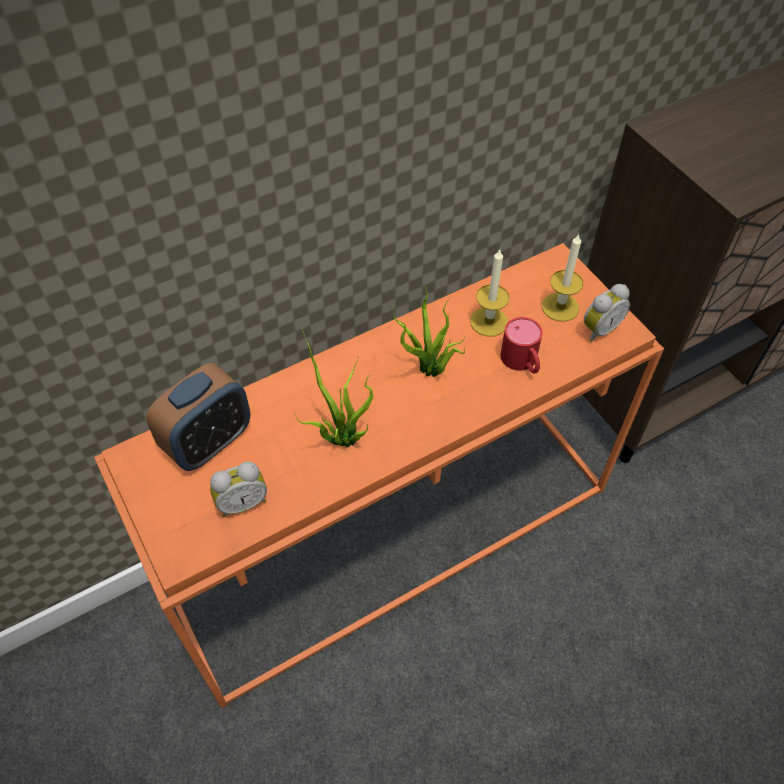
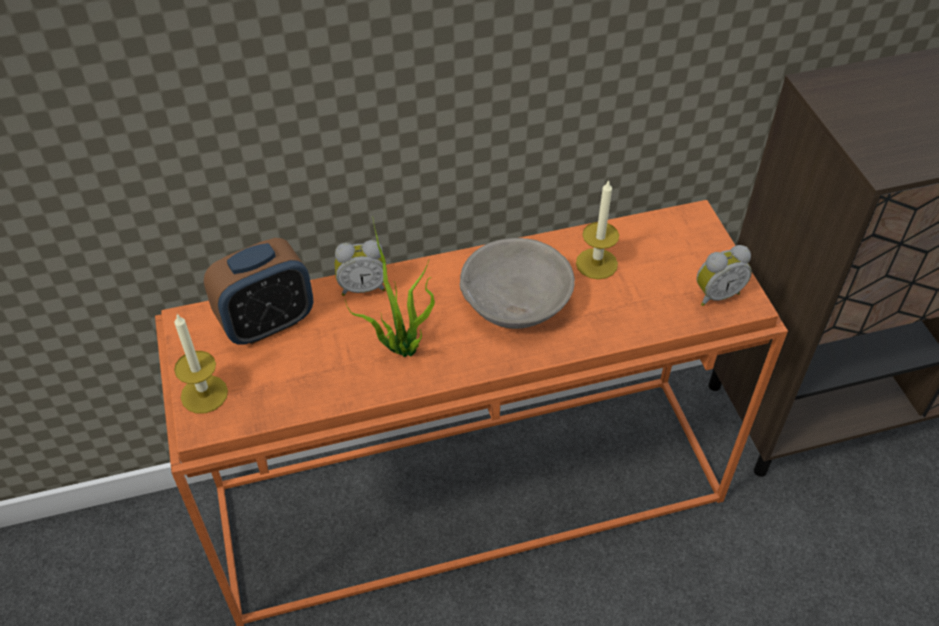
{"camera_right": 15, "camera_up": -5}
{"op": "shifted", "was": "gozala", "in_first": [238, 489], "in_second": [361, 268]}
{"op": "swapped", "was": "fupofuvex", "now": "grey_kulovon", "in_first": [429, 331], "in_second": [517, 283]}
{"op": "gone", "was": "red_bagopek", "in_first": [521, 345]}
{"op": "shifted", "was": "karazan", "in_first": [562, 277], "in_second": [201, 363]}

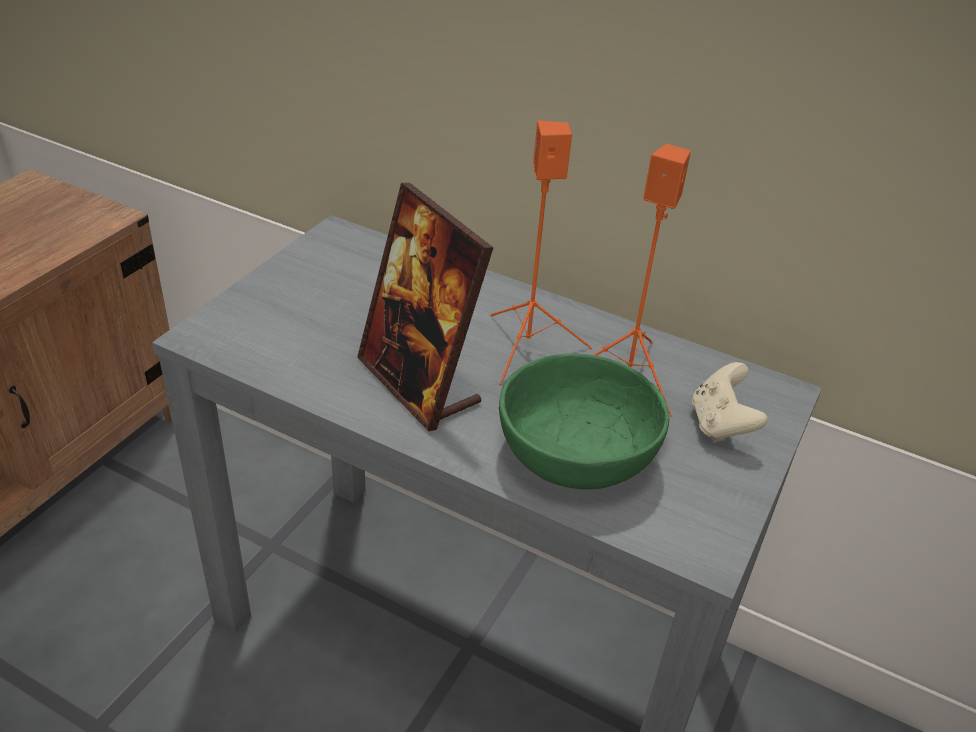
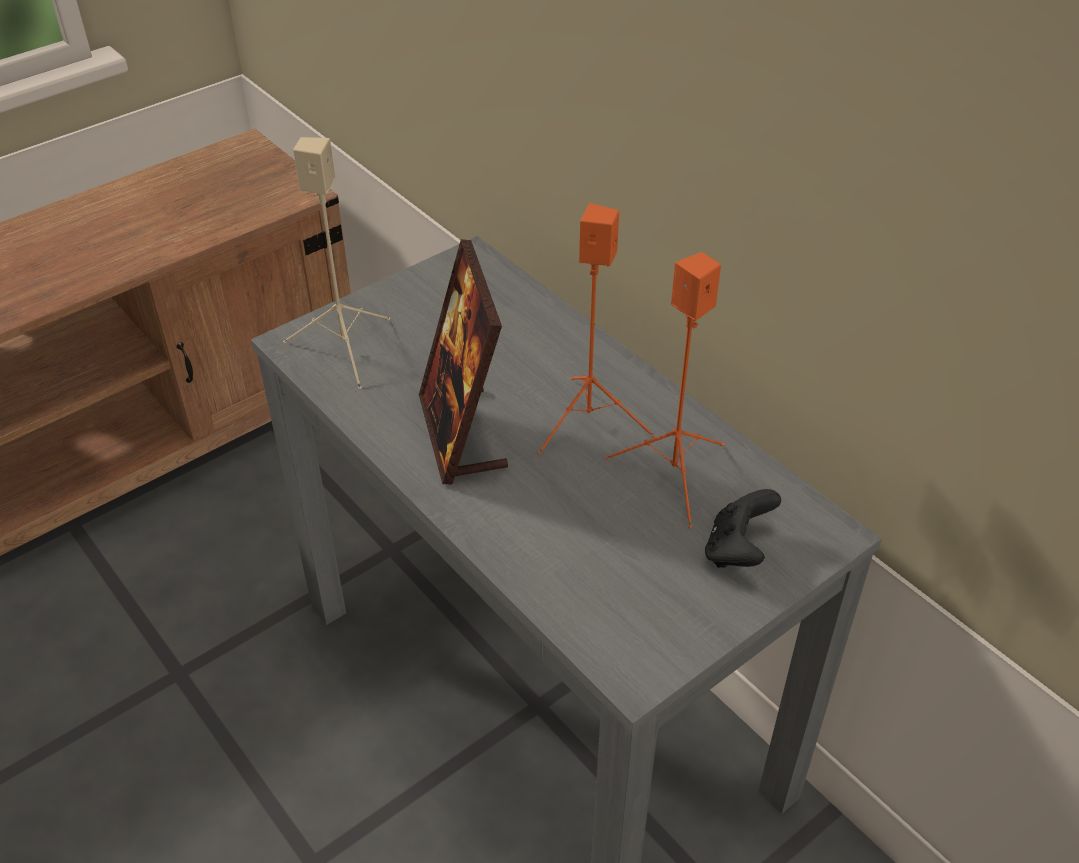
{"camera_right": 25, "camera_up": 5}
{"op": "gone", "was": "green_kulovon", "in_first": [584, 421]}
{"op": "repainted", "was": "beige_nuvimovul", "now": "black_nuvimovul", "in_first": [730, 402], "in_second": [743, 528]}
{"op": "new", "now": "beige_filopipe", "in_second": [336, 263]}

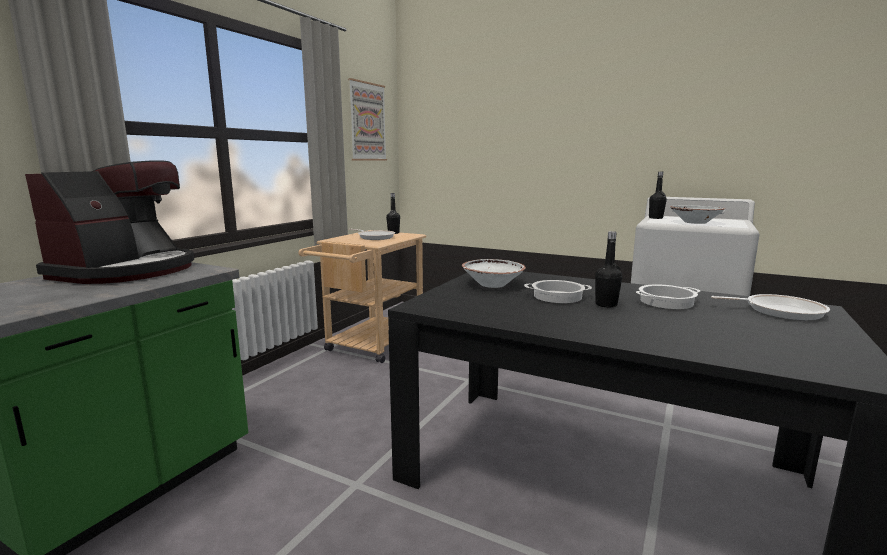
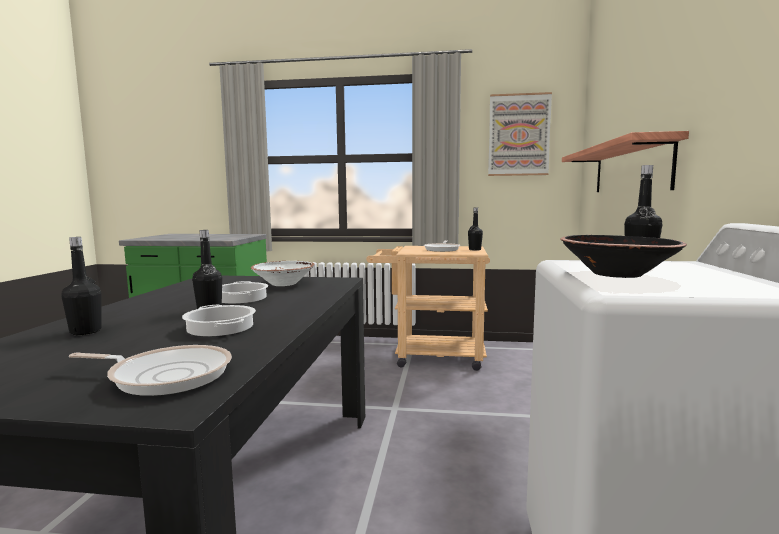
{"camera_right": 70, "camera_up": -5}
{"op": "gone", "was": "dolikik", "in_first": [109, 222]}
{"op": "repainted", "was": "white_kulovon", "now": "black_kulovon", "in_first": [697, 214], "in_second": [623, 256]}
{"op": "rotated", "was": "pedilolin", "in_first": [770, 307], "in_second": [150, 370], "clockwise": -75}
{"op": "new", "now": "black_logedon", "in_second": [81, 286]}
{"op": "new", "now": "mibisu", "in_second": [625, 161]}

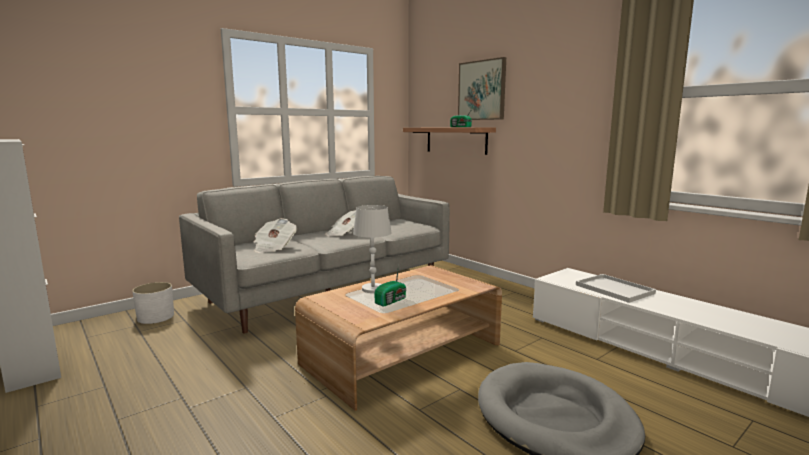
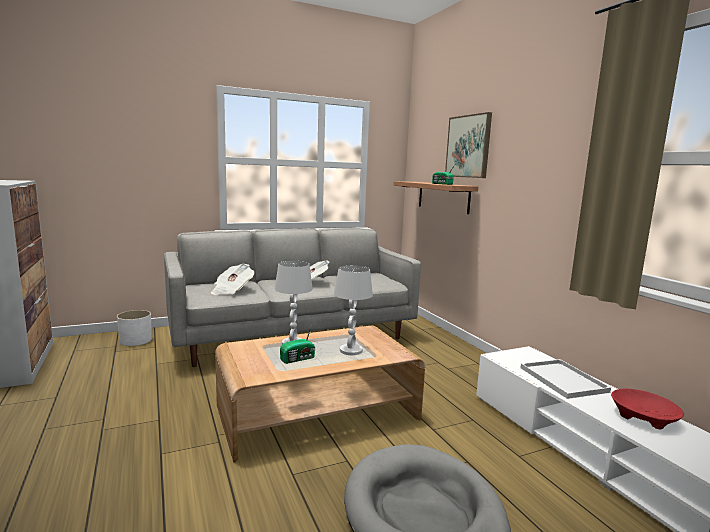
{"camera_right": 15, "camera_up": 0}
{"op": "new", "now": "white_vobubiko", "in_second": [353, 310]}
{"op": "new", "now": "red_kulovon", "in_second": [647, 409]}

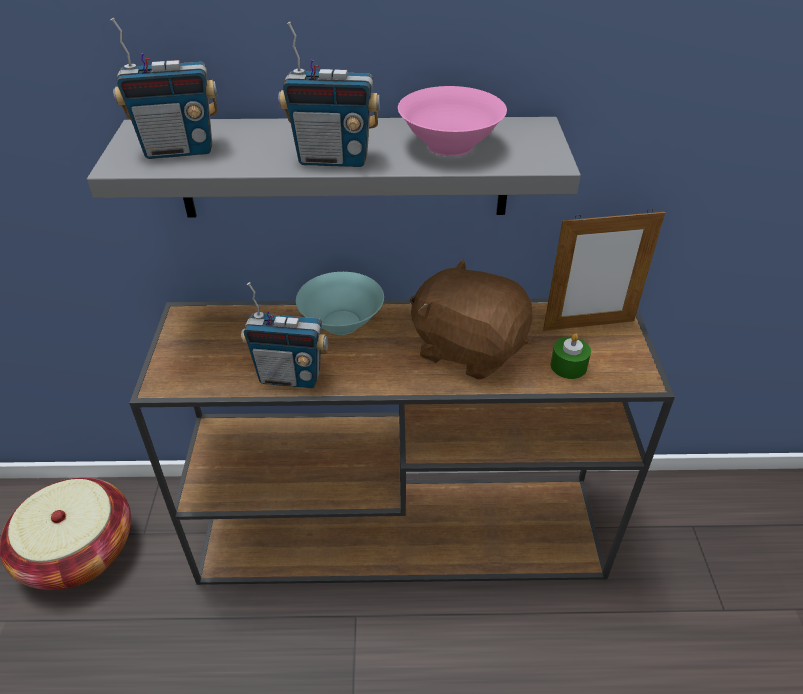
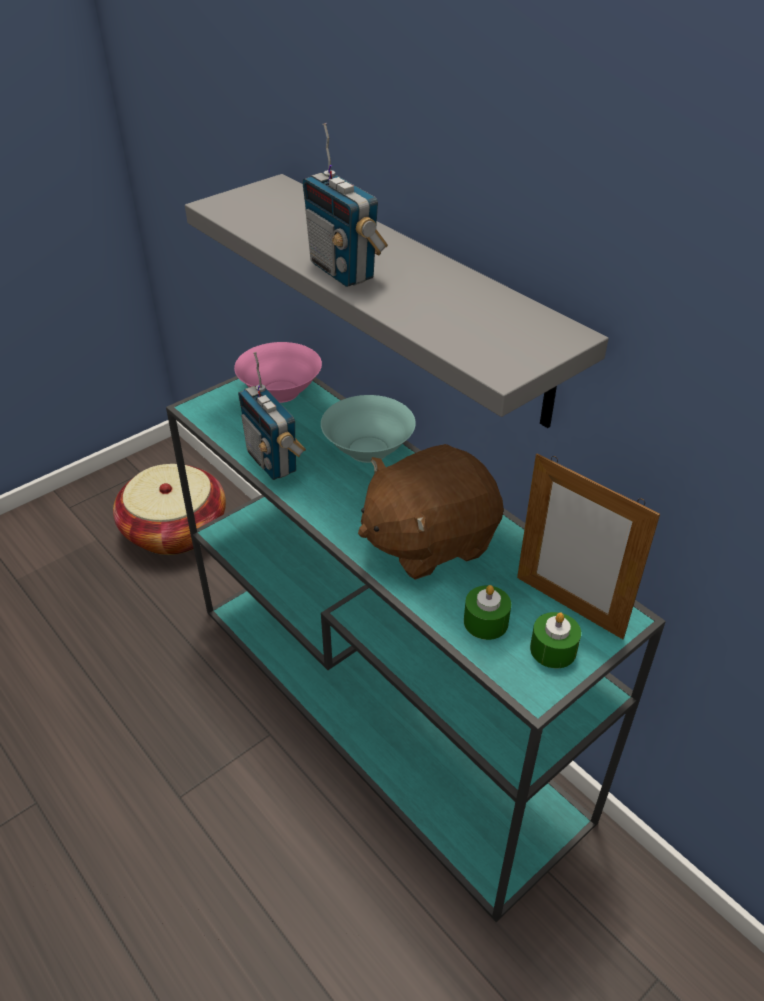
{"camera_right": 50, "camera_up": 0}
{"op": "gone", "was": "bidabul", "in_first": [164, 88]}
{"op": "repainted", "was": "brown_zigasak", "now": "turquoise_zigasak", "in_first": [402, 441], "in_second": [416, 649]}
{"op": "shifted", "was": "pink_kulovon", "in_first": [452, 121], "in_second": [278, 372]}
{"op": "rotated", "was": "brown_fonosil", "in_first": [471, 319], "in_second": [431, 512], "clockwise": -105}
{"op": "new", "now": "green_karazan", "in_second": [555, 640]}

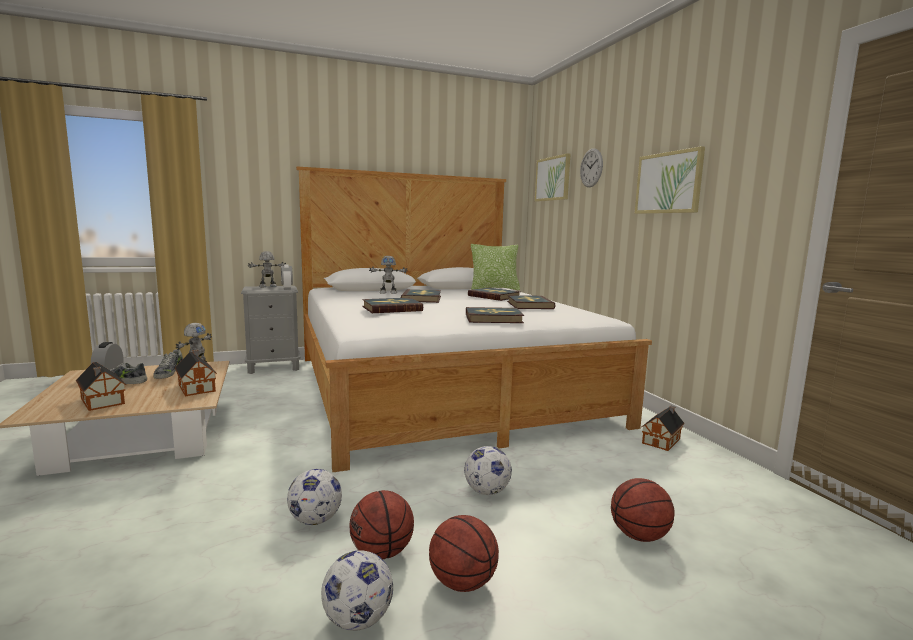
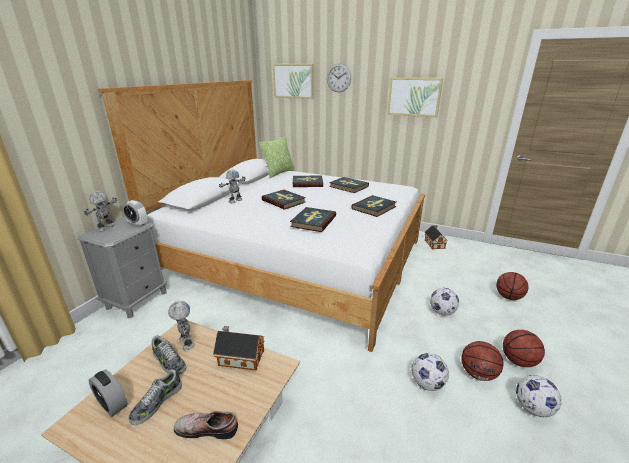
{"camera_right": -45, "camera_up": 15}
{"op": "swapped", "was": "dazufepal", "now": "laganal", "in_first": [101, 386], "in_second": [206, 425]}

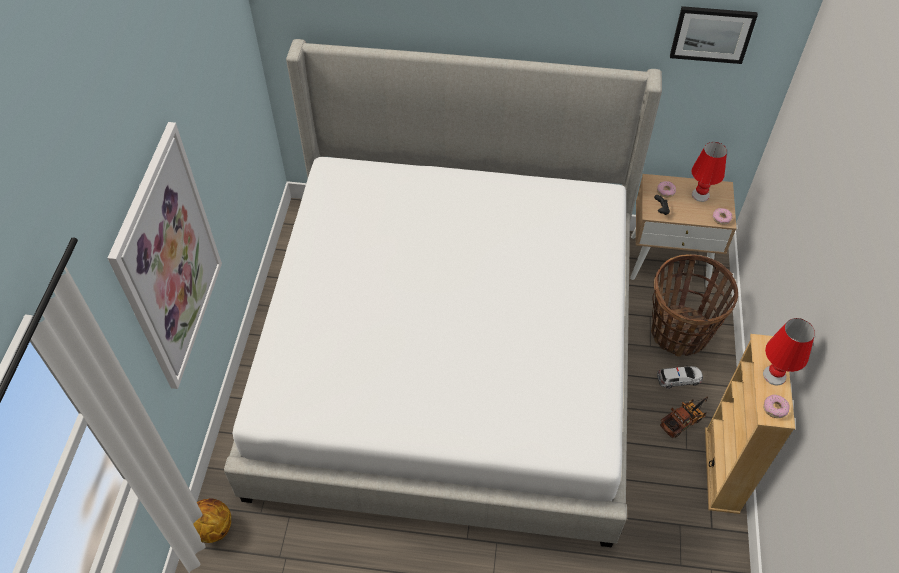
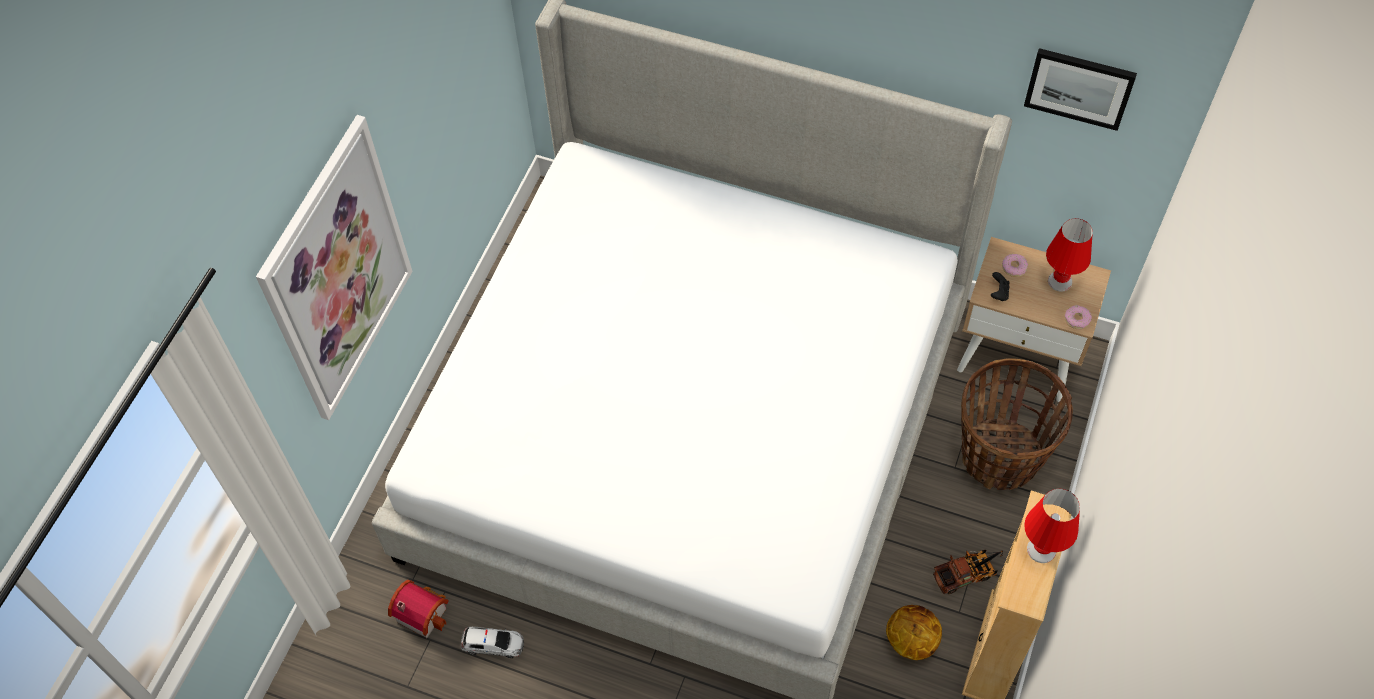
{"camera_right": 15, "camera_up": 5}
{"op": "shifted", "was": "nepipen", "in_first": [212, 520], "in_second": [914, 632]}
{"op": "shifted", "was": "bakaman", "in_first": [680, 377], "in_second": [492, 642]}
{"op": "gone", "was": "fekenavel", "in_first": [776, 406]}
{"op": "new", "now": "dazufepal", "in_second": [418, 609]}

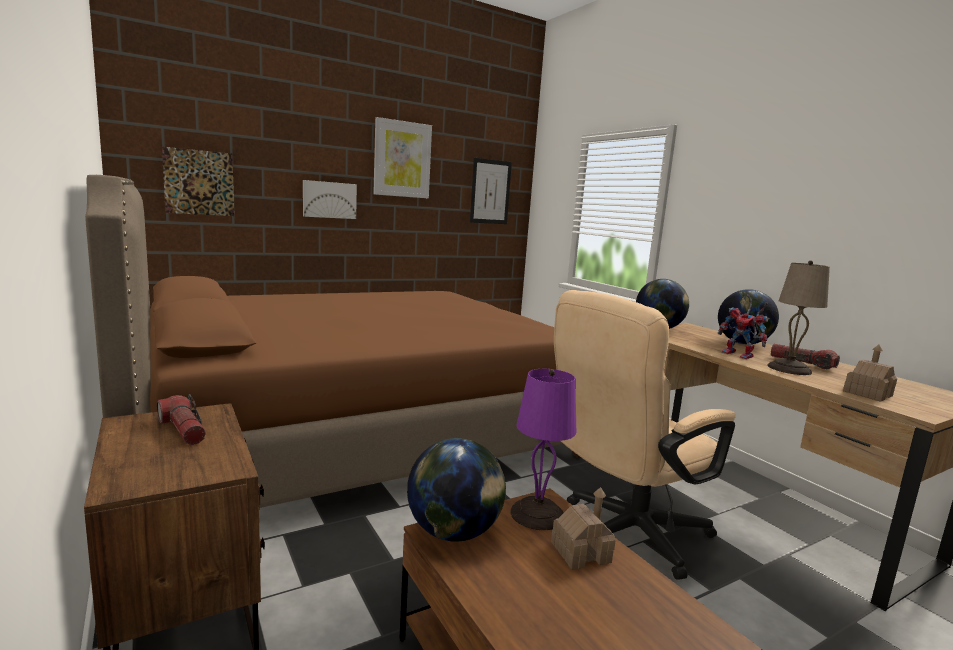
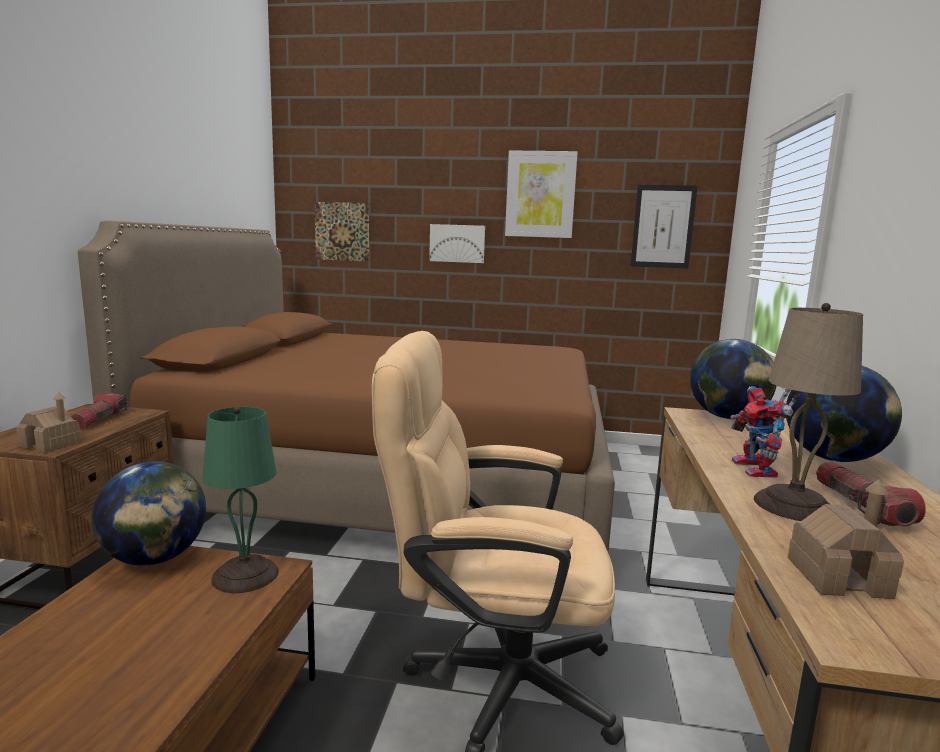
{"camera_right": 40, "camera_up": 0}
{"op": "repainted", "was": "purple_vobubiko", "now": "green_vobubiko", "in_first": [543, 449], "in_second": [241, 500]}
{"op": "shifted", "was": "dazufepal", "in_first": [583, 528], "in_second": [48, 422]}

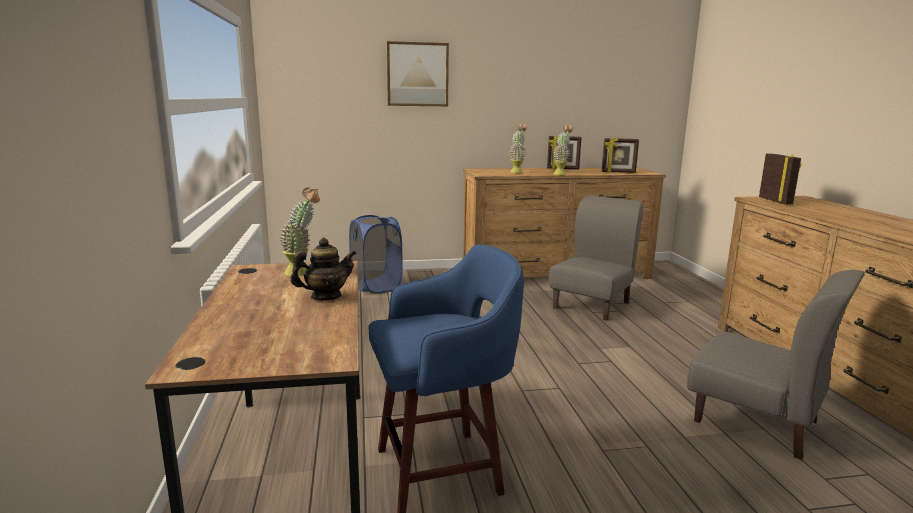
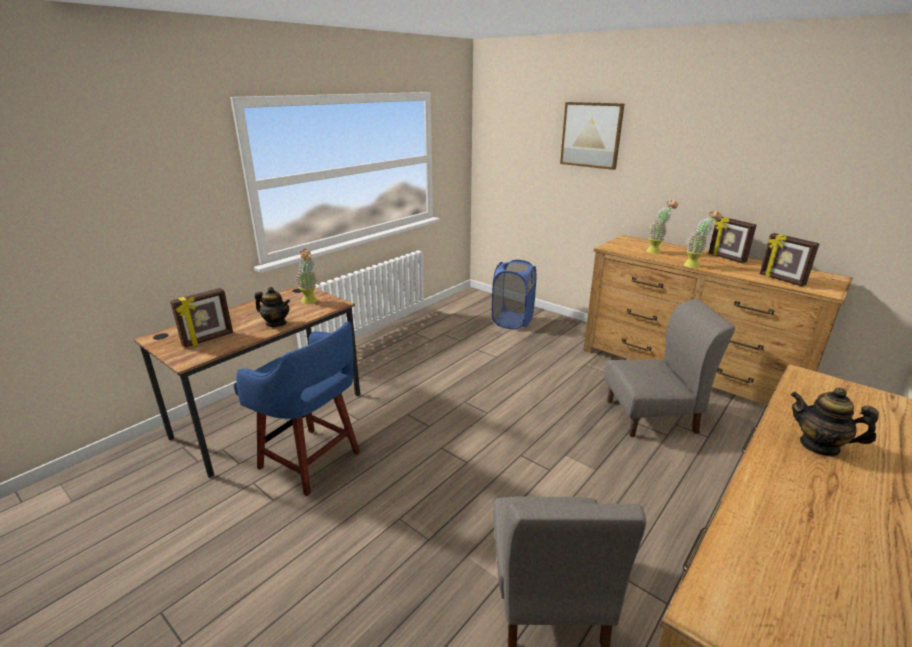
{"camera_right": 50, "camera_up": 10}
{"op": "shifted", "was": "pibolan", "in_first": [780, 179], "in_second": [201, 318]}
{"op": "new", "now": "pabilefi", "in_second": [835, 422]}

